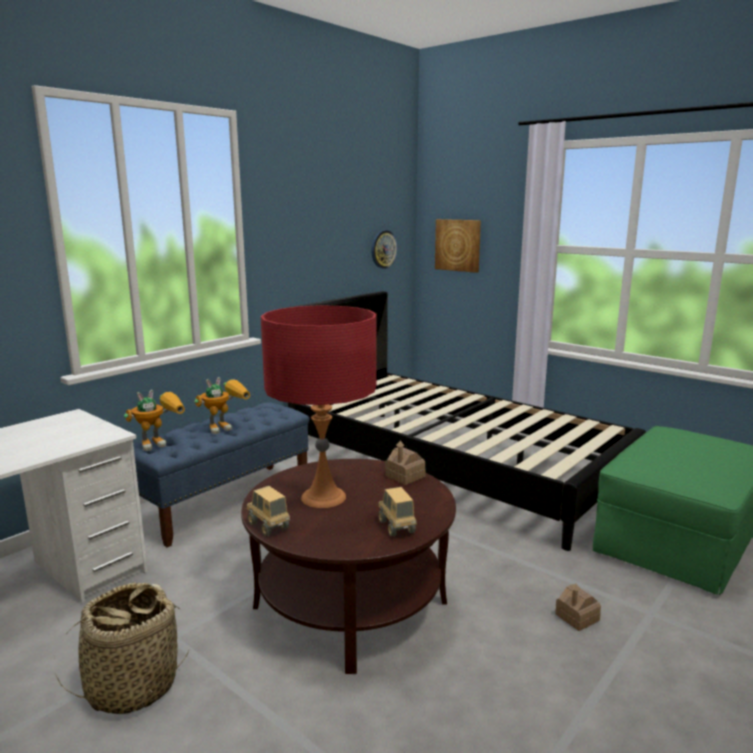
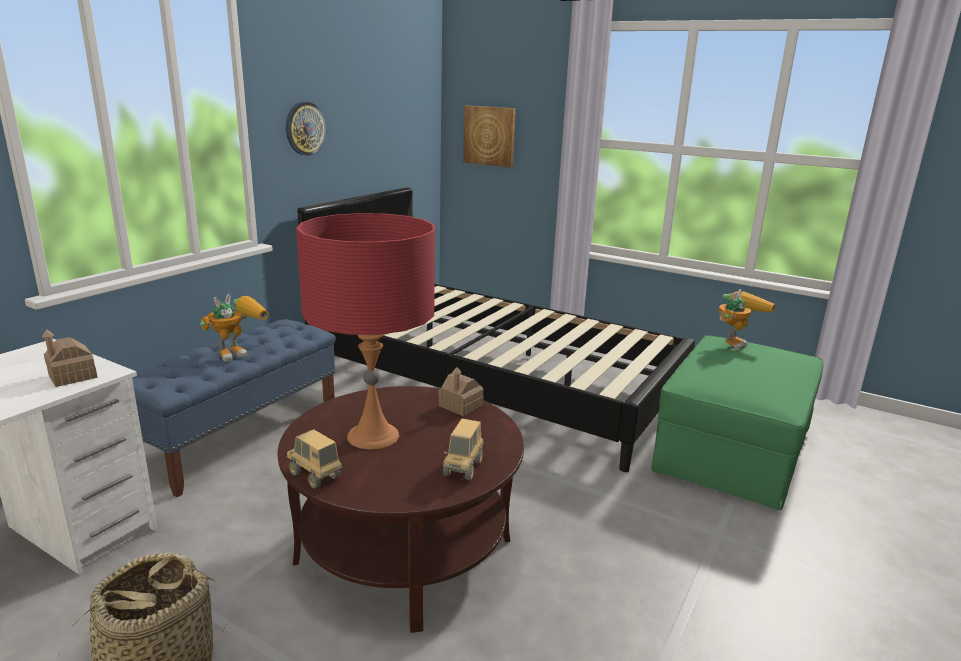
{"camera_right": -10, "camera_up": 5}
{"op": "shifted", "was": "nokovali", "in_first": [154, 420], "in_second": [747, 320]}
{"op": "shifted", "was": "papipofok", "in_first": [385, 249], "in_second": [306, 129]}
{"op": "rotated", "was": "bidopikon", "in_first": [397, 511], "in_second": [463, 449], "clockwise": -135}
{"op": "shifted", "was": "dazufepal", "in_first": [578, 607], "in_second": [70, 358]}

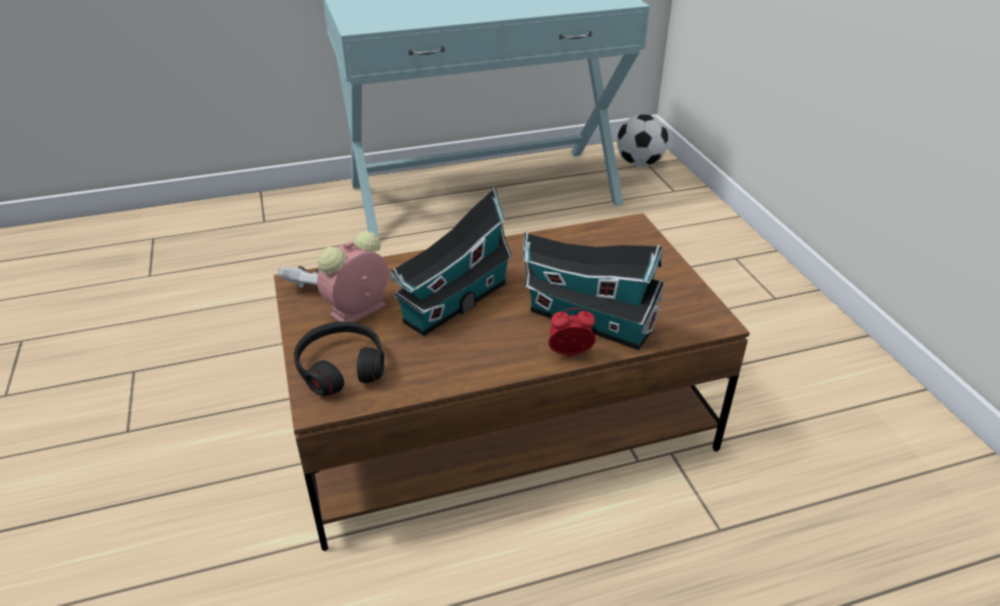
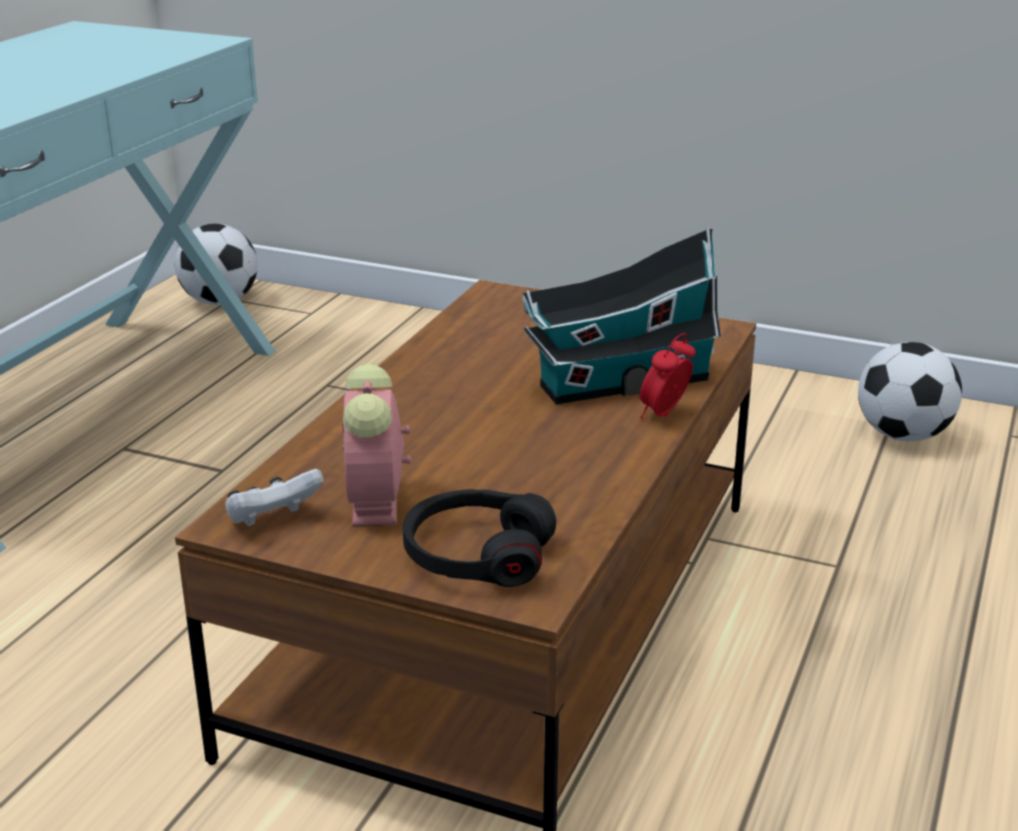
{"camera_right": -50, "camera_up": -10}
{"op": "gone", "was": "dazufepal", "in_first": [451, 261]}
{"op": "new", "now": "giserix", "in_second": [910, 391]}

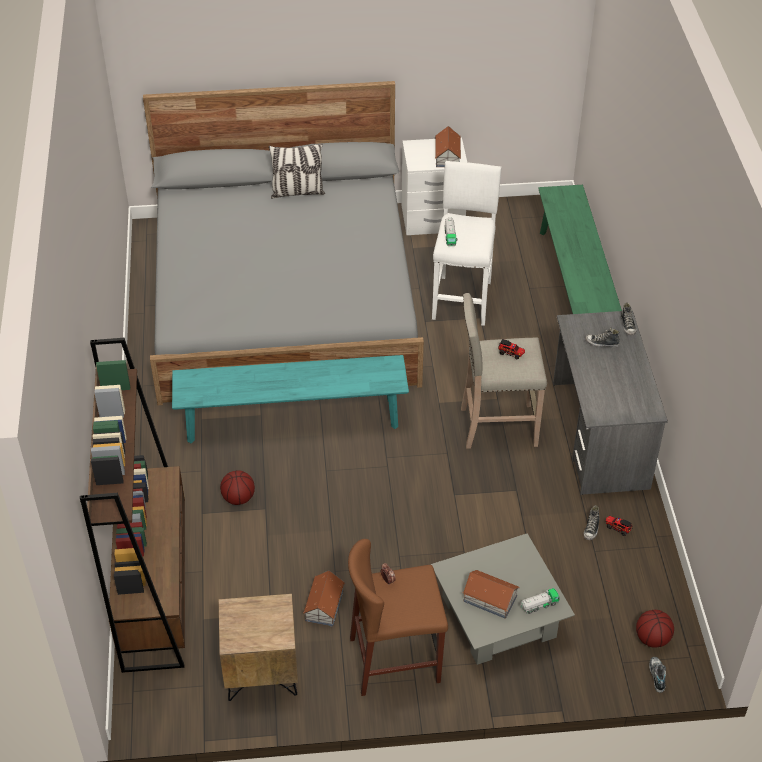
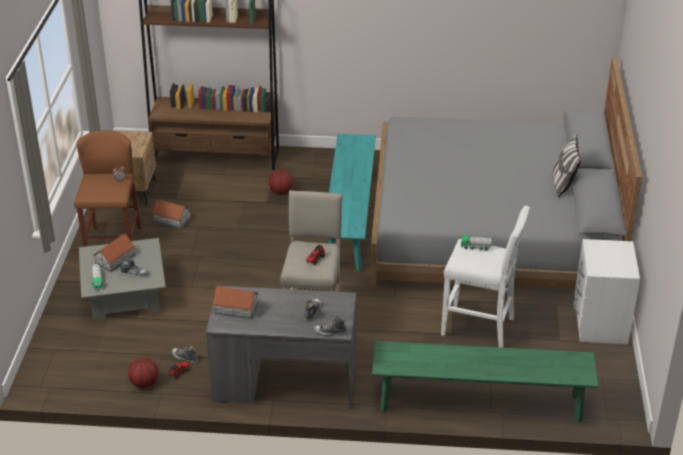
{"camera_right": 100, "camera_up": -10}
{"op": "shifted", "was": "dazufepal", "in_first": [448, 146], "in_second": [236, 302]}
{"op": "shifted", "was": "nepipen", "in_first": [655, 629], "in_second": [143, 373]}
{"op": "shifted", "was": "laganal", "in_first": [657, 675], "in_second": [134, 267]}

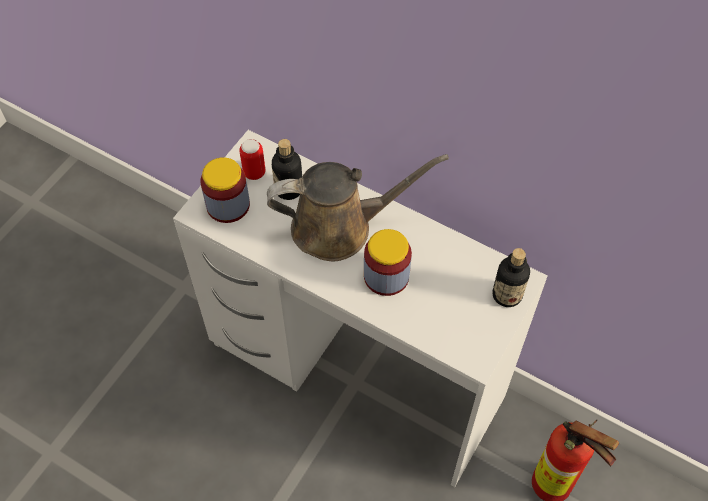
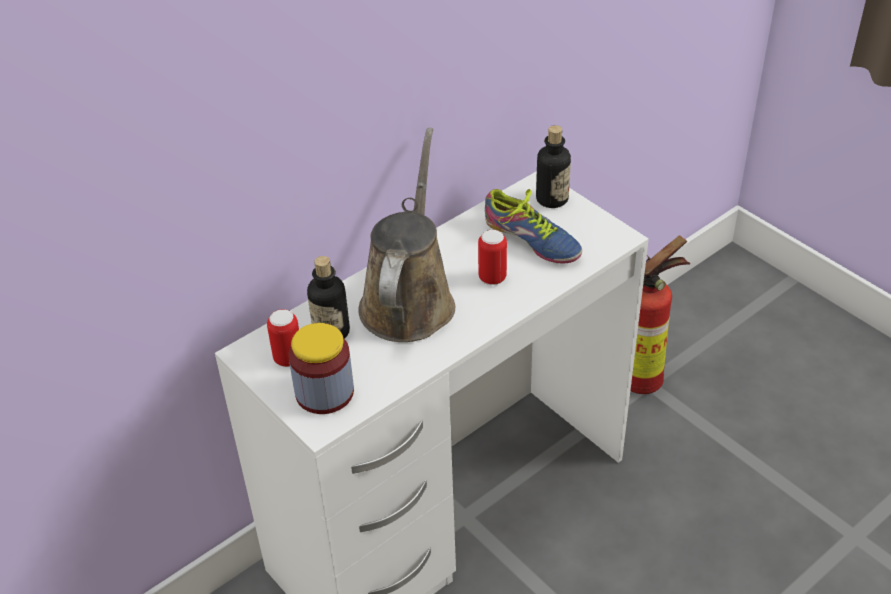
{"camera_right": -70, "camera_up": -15}
{"op": "swapped", "was": "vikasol", "now": "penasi", "in_first": [388, 262], "in_second": [492, 257]}
{"op": "new", "now": "laganal", "in_second": [533, 226]}

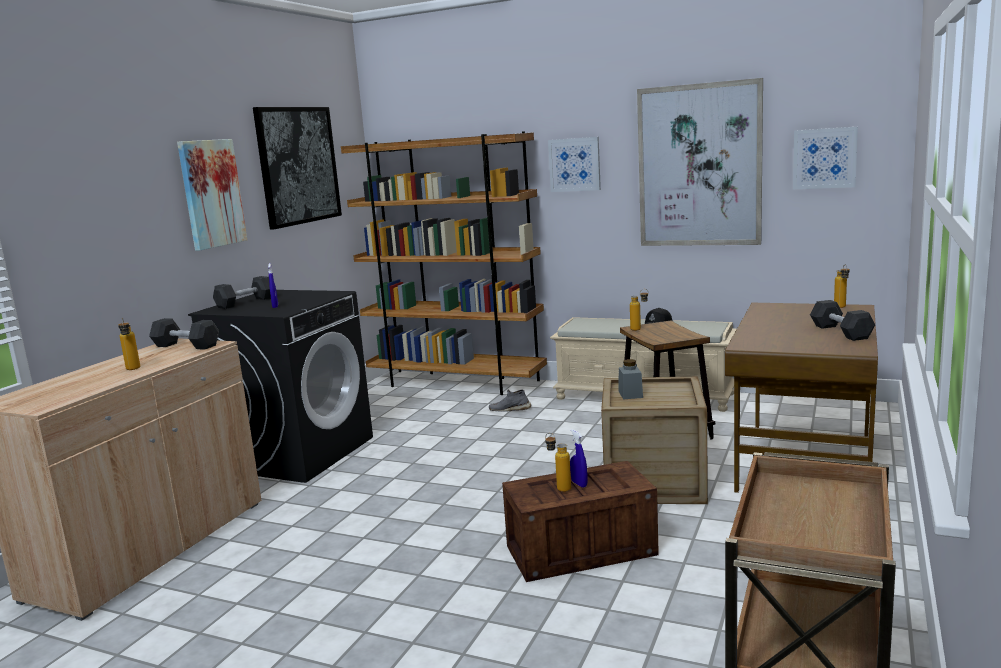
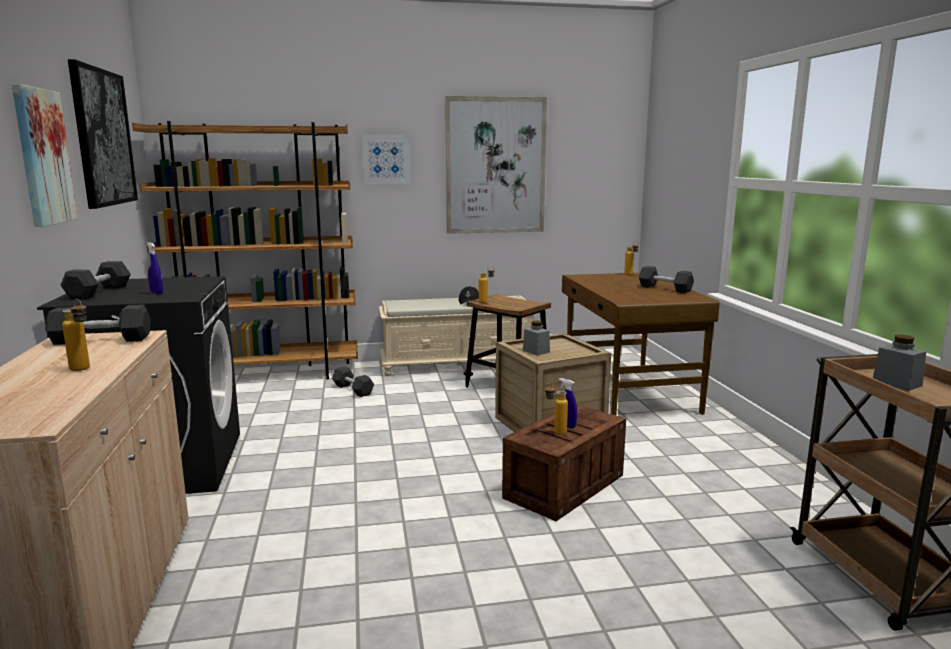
{"camera_right": -35, "camera_up": 0}
{"op": "swapped", "was": "grey_laganal", "now": "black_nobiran", "in_first": [510, 400], "in_second": [353, 382]}
{"op": "gone", "was": "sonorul", "in_first": [825, 158]}
{"op": "new", "now": "grey_vikasol", "in_second": [900, 363]}

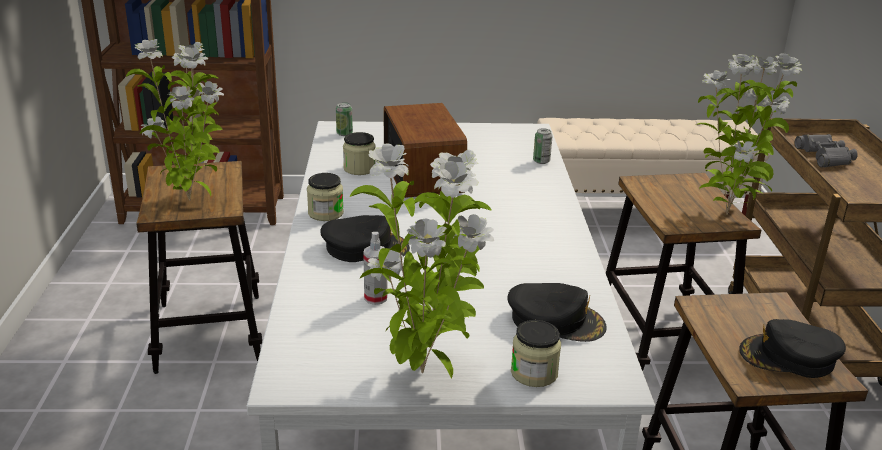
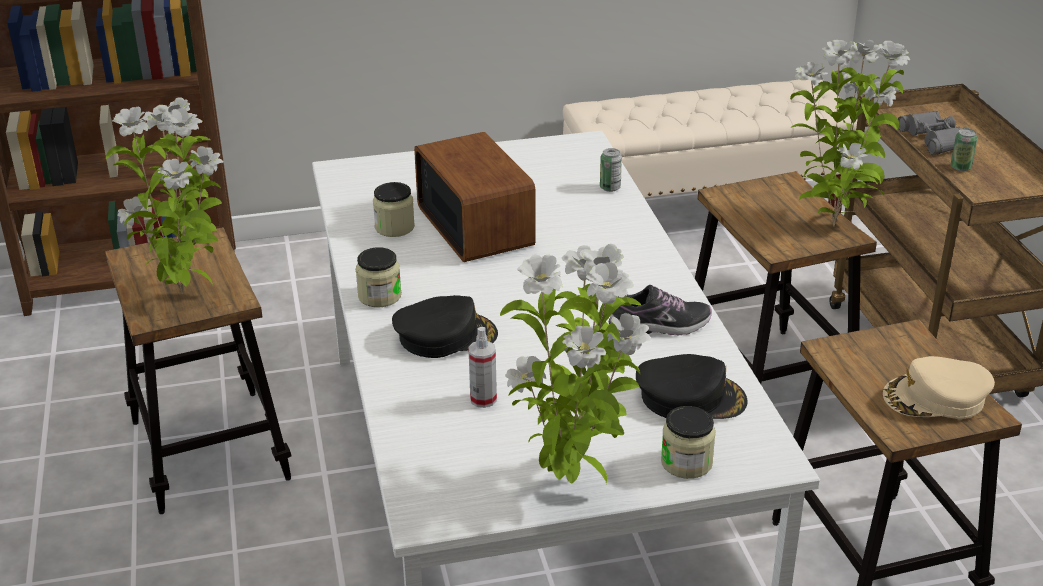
{"camera_right": -10, "camera_up": 5}
{"op": "shifted", "was": "penasi", "in_first": [344, 119], "in_second": [964, 150]}
{"op": "repainted", "was": "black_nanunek", "now": "beige_nanunek", "in_first": [792, 348], "in_second": [939, 387]}
{"op": "new", "now": "laganal", "in_second": [660, 310]}

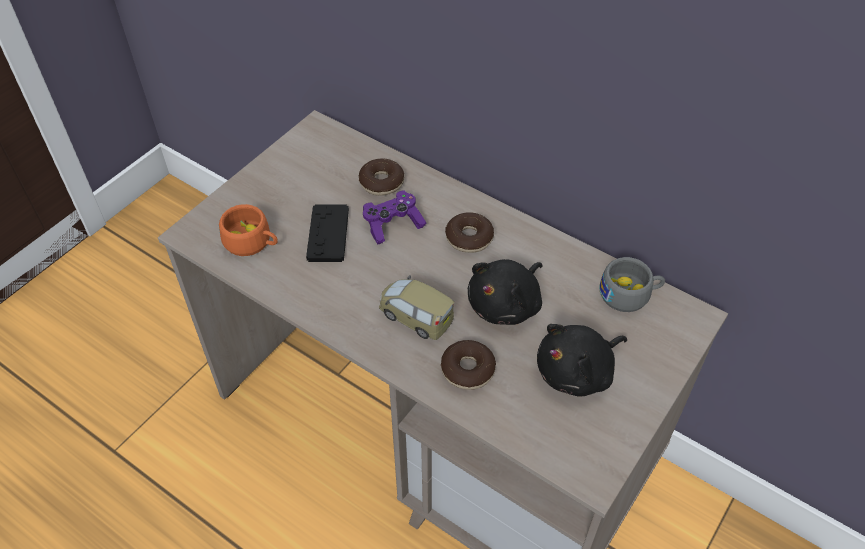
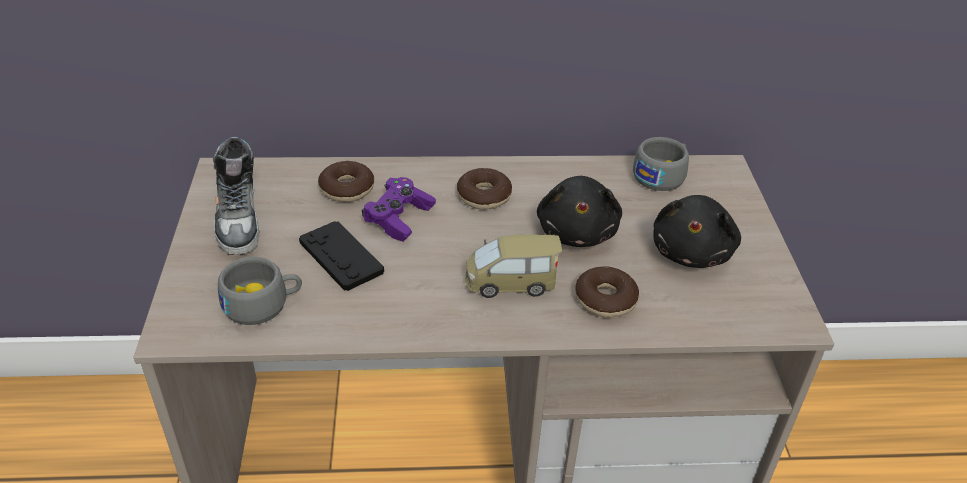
{"camera_right": -40, "camera_up": -10}
{"op": "repainted", "was": "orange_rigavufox", "now": "grey_rigavufox", "in_first": [248, 230], "in_second": [260, 290]}
{"op": "new", "now": "laganal", "in_second": [236, 196]}

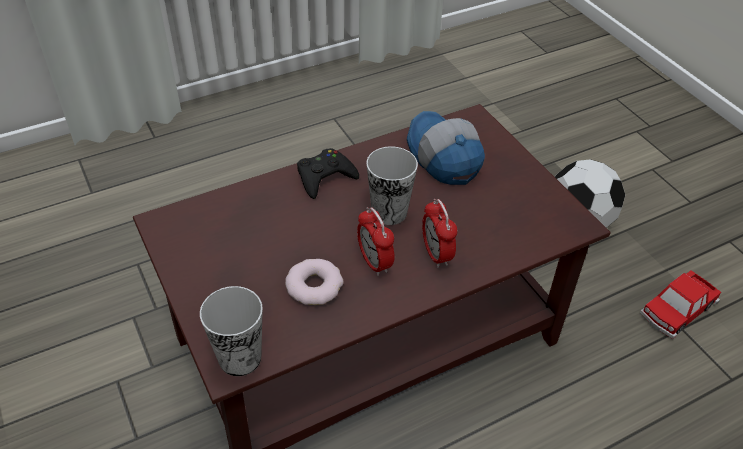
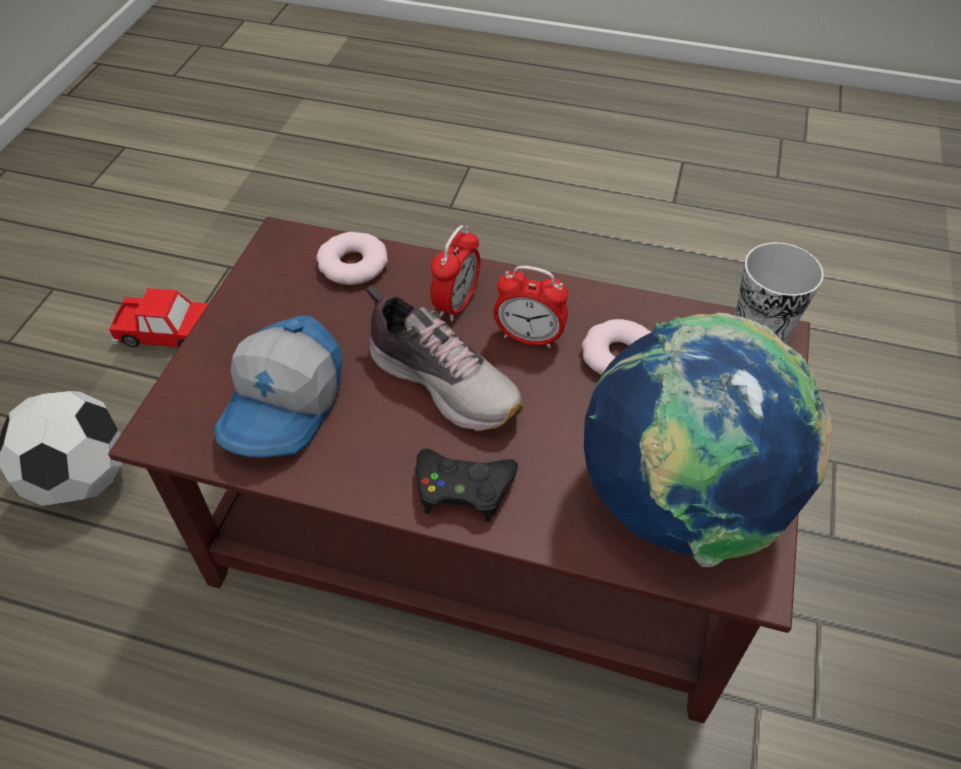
{"camera_right": -135, "camera_up": 5}
{"op": "rotated", "was": "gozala", "in_first": [376, 241], "in_second": [530, 307], "clockwise": 90}
{"op": "swapped", "was": "rigavufox", "now": "laganal", "in_first": [392, 185], "in_second": [445, 358]}
{"op": "new", "now": "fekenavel", "in_second": [352, 258]}
{"op": "new", "now": "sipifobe", "in_second": [708, 440]}

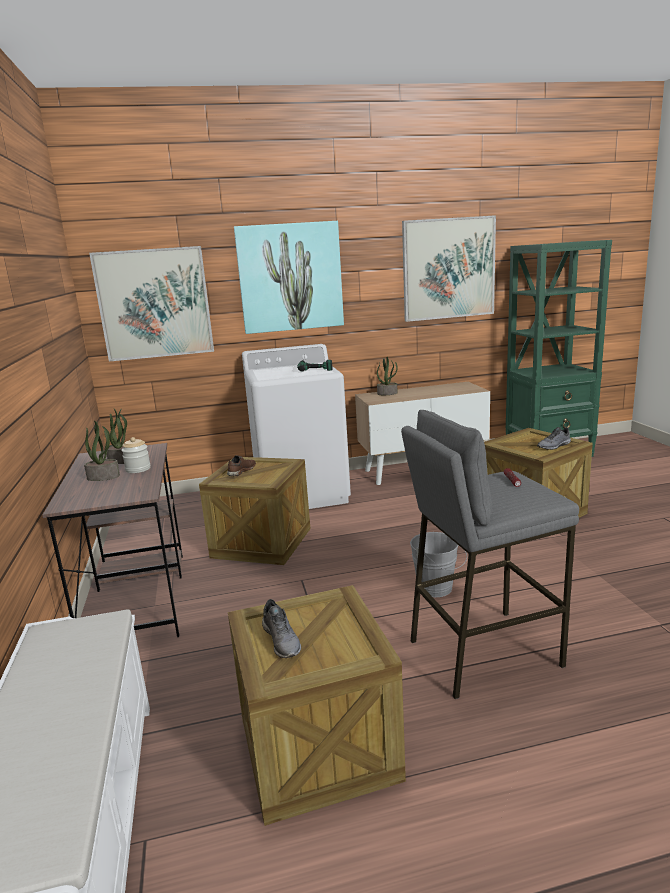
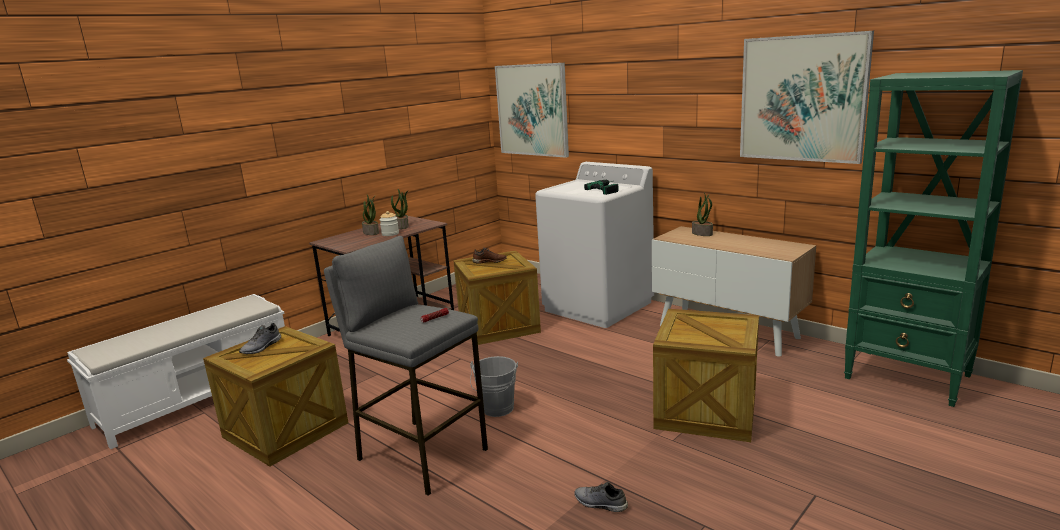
{"camera_right": 55, "camera_up": 0}
{"op": "gone", "was": "sonorul", "in_first": [289, 277]}
{"op": "shifted", "was": "grey_laganal", "in_first": [554, 438], "in_second": [601, 497]}

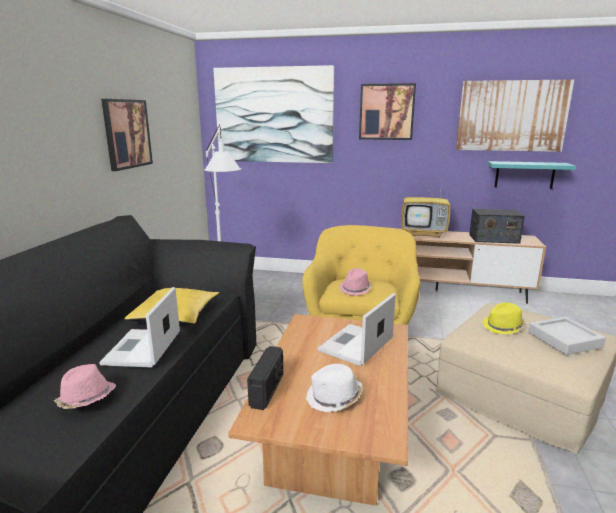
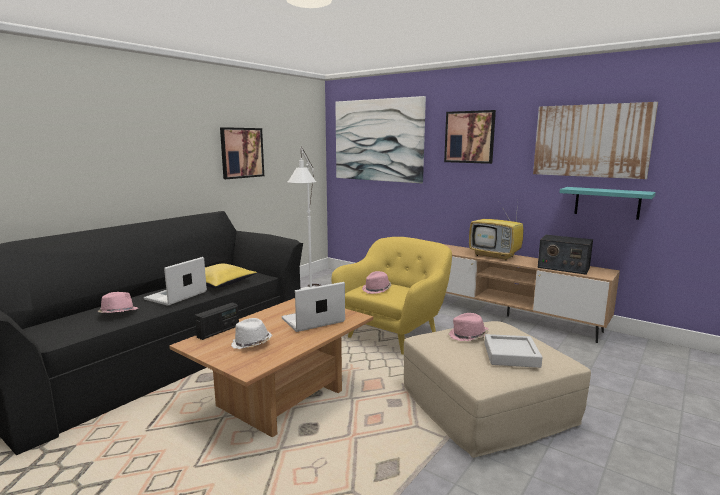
{"camera_right": 25, "camera_up": -5}
{"op": "repainted", "was": "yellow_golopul", "now": "pink_golopul", "in_first": [503, 318], "in_second": [468, 327]}

